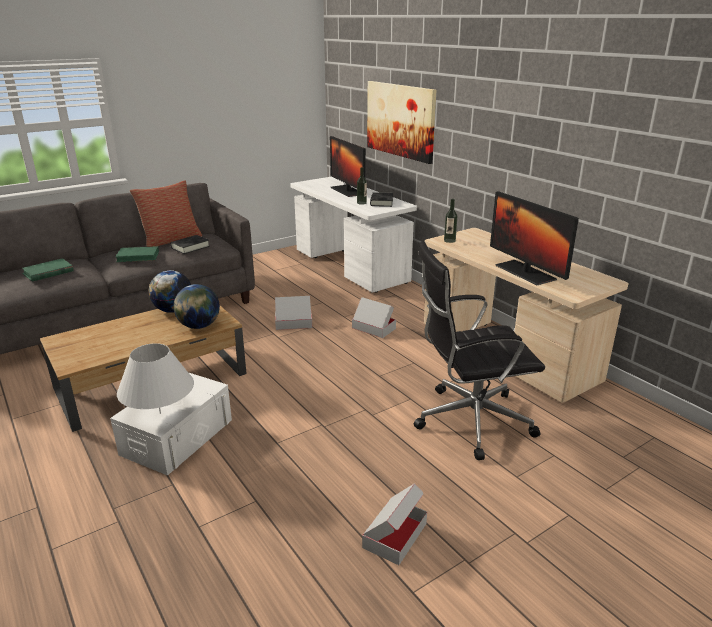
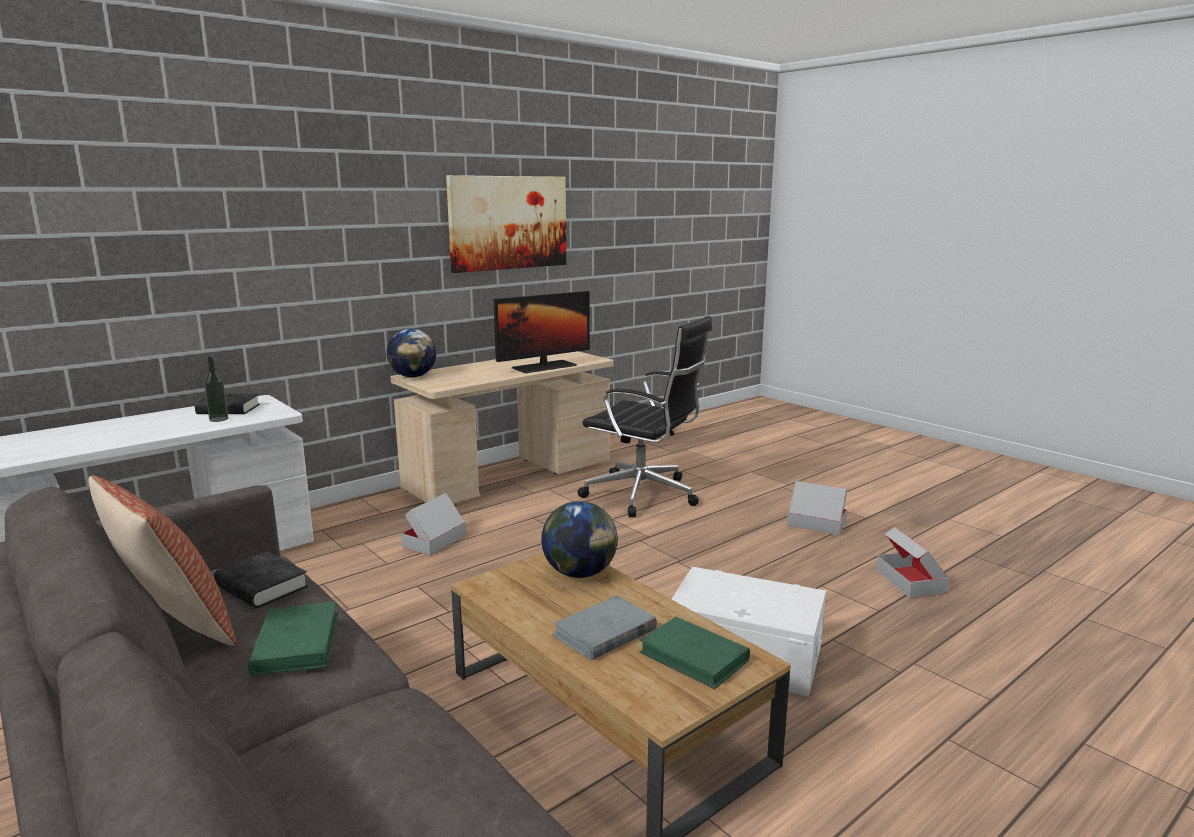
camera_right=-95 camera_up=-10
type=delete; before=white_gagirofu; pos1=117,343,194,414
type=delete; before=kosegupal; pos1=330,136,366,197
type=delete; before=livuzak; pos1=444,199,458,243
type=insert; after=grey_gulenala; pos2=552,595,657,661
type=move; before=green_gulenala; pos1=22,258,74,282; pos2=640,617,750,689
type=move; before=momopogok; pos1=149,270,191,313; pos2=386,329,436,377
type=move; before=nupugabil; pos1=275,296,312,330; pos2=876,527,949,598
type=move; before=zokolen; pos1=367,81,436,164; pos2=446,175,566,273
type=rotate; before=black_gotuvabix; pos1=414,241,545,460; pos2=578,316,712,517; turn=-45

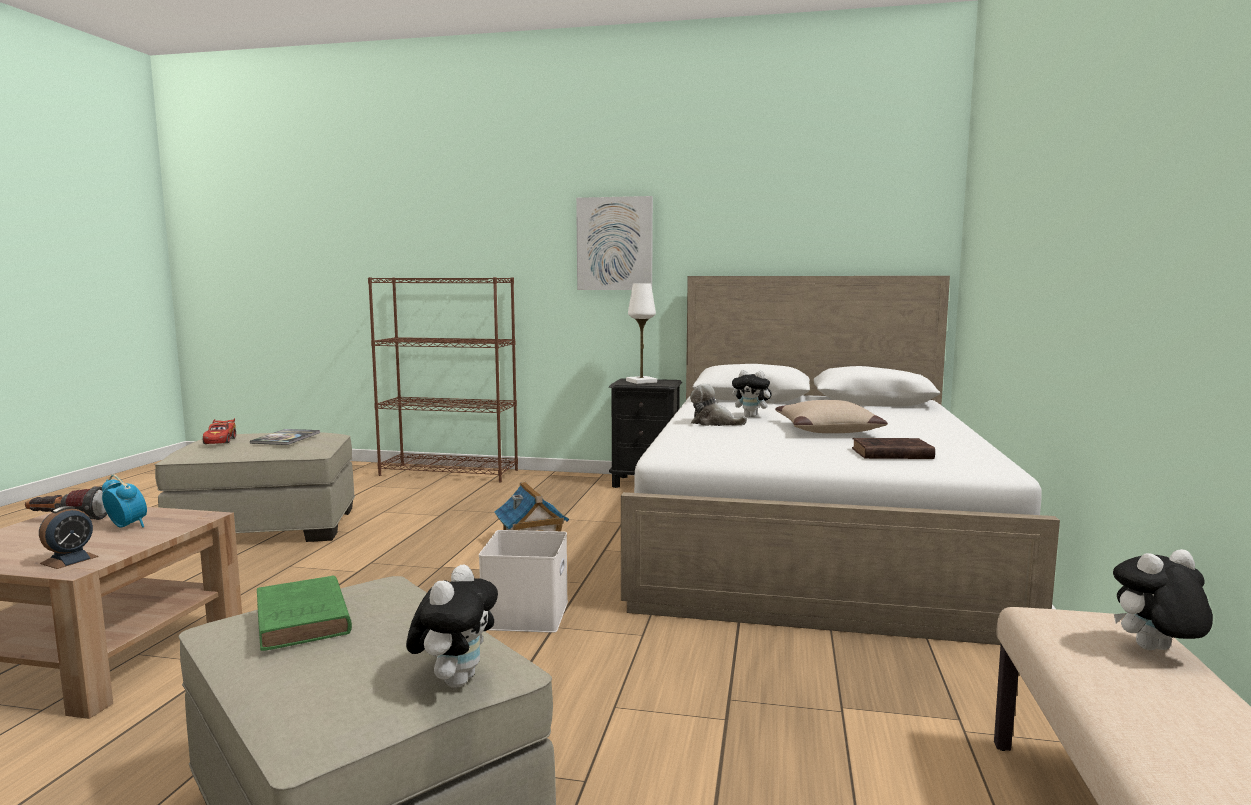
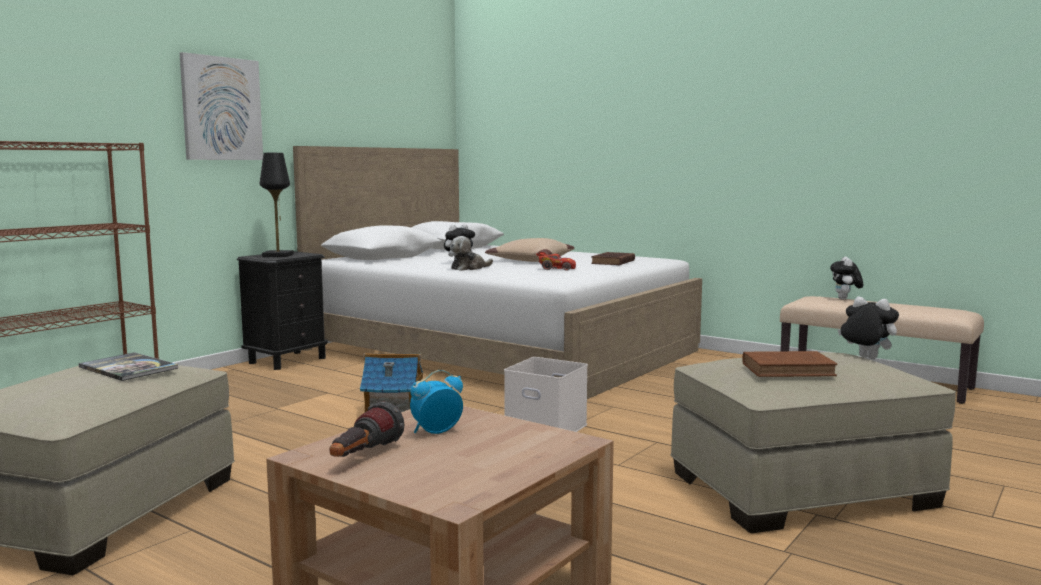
camera_right=-65 camera_up=0
type=delete; before=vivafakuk; pos1=39,506,99,569
type=move; before=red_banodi; pos1=203,418,236,444; pos2=536,252,576,271
type=recolor; before=green_gulenala; after=brown_gulenala; pos1=257,575,352,651; pos2=742,351,837,377
type=recolor; before=white_gagirofu; after=black_gagirofu; pos1=626,283,657,384; pos2=260,153,294,257

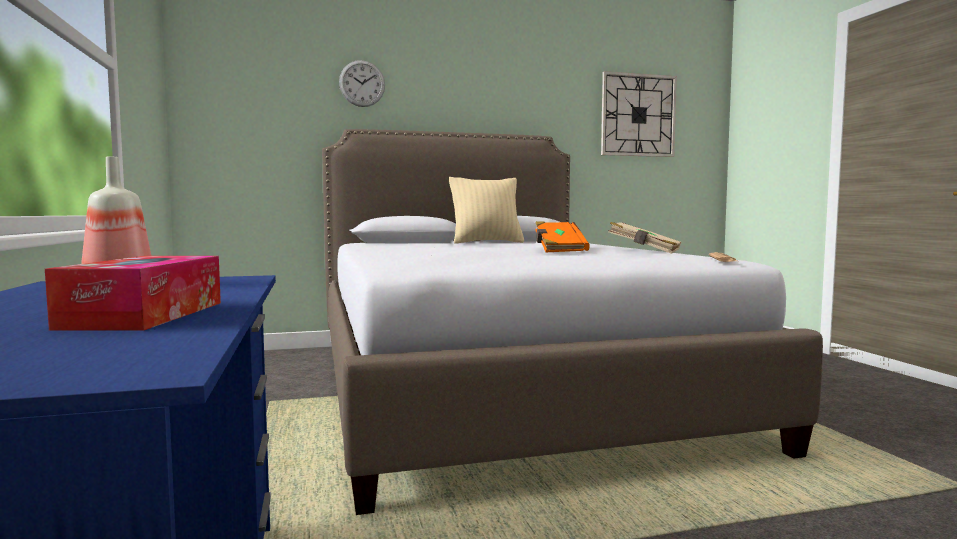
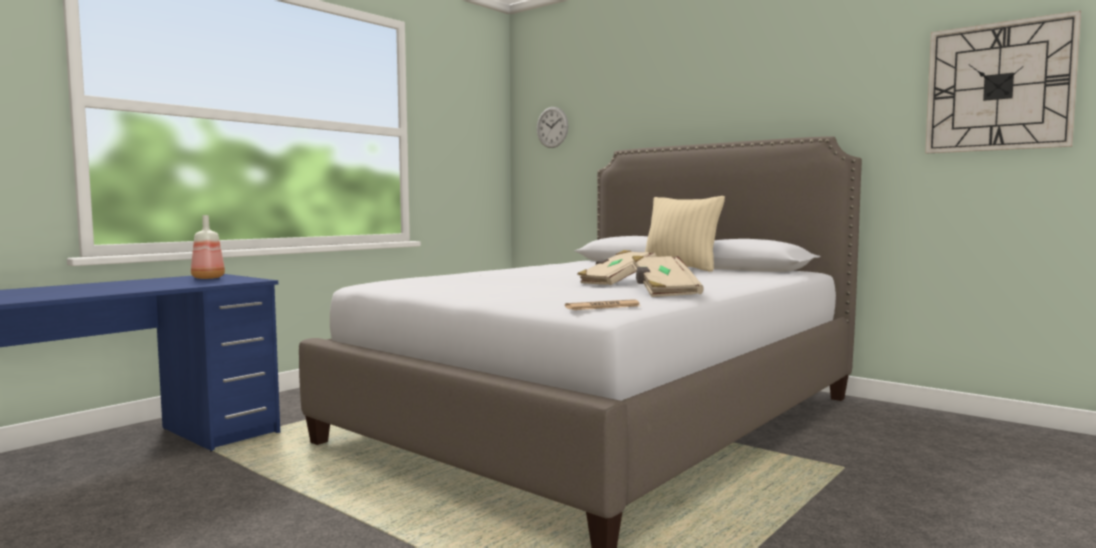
camera_right=55 camera_up=0
type=delete; before=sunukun; pos1=45,256,221,331
type=move; before=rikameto; pos1=339,60,385,107; pos2=537,107,568,148
type=recolor; before=orange_gulenala; after=beige_gulenala; pos1=535,221,590,252; pos2=578,250,657,285

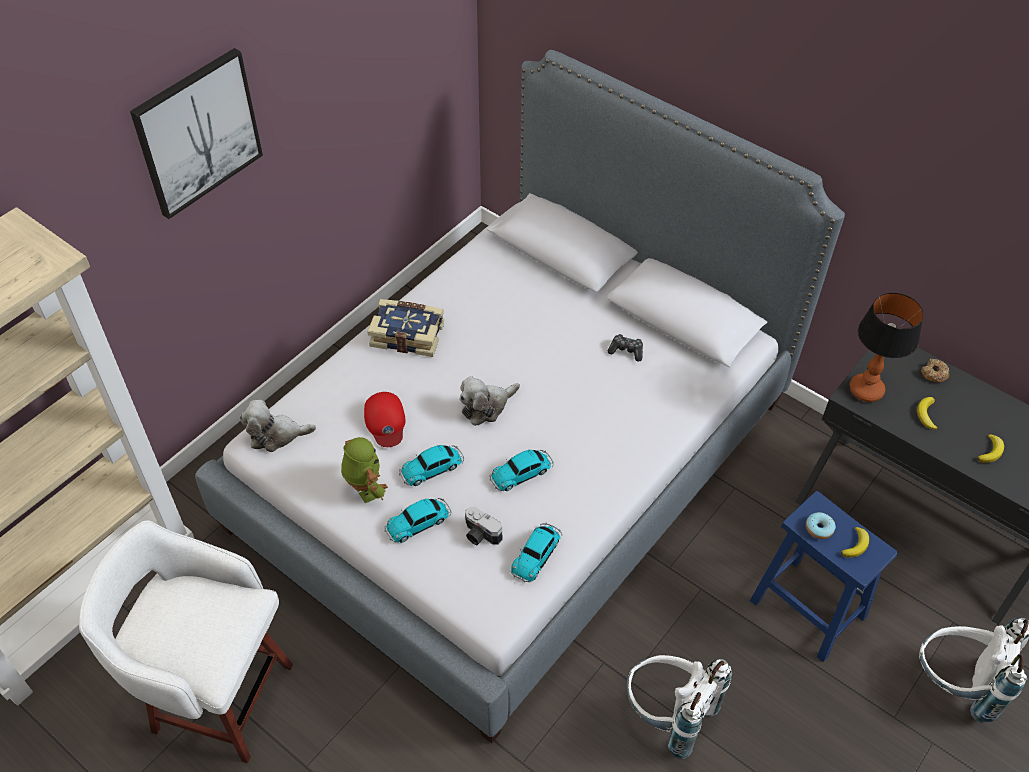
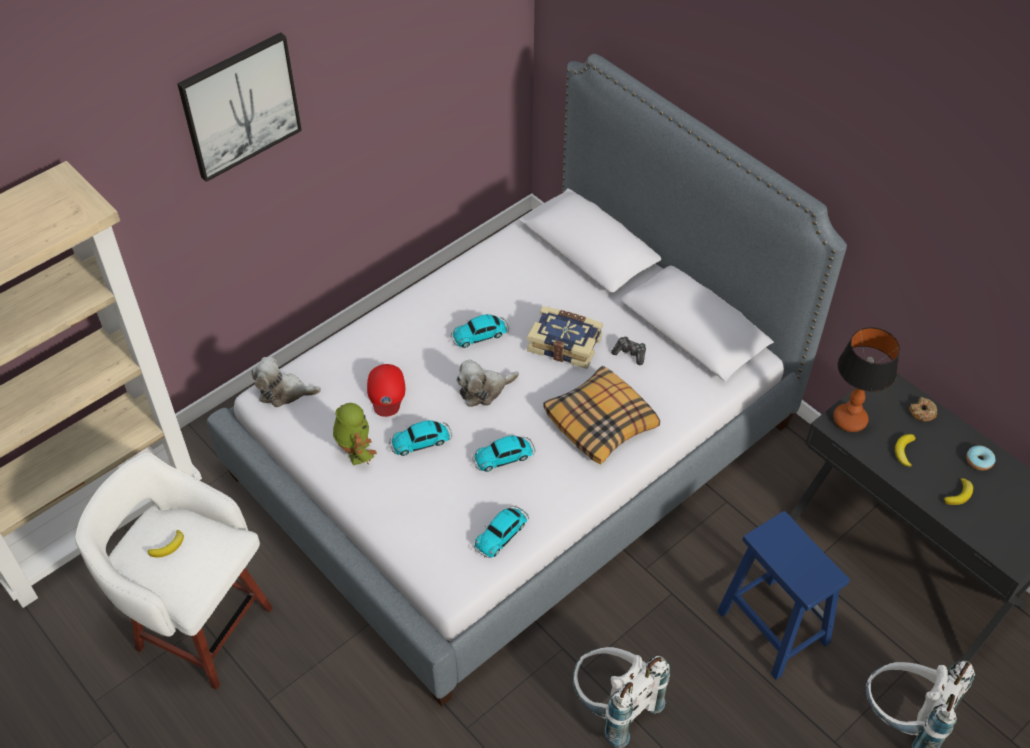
camera_right=10 camera_up=0
type=delete; before=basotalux; pos1=465,507,503,545
type=insert; after=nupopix; pos2=543,366,660,464
type=move; before=gulenala; pos1=368,299,444,357; pos2=527,306,603,369
type=move; before=banodi; pos1=385,498,451,543; pos2=451,314,509,348
type=move; before=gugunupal; pos1=806,512,836,539; pos2=966,445,995,471
type=move; before=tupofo; pos1=841,527,869,557; pos2=148,530,184,557

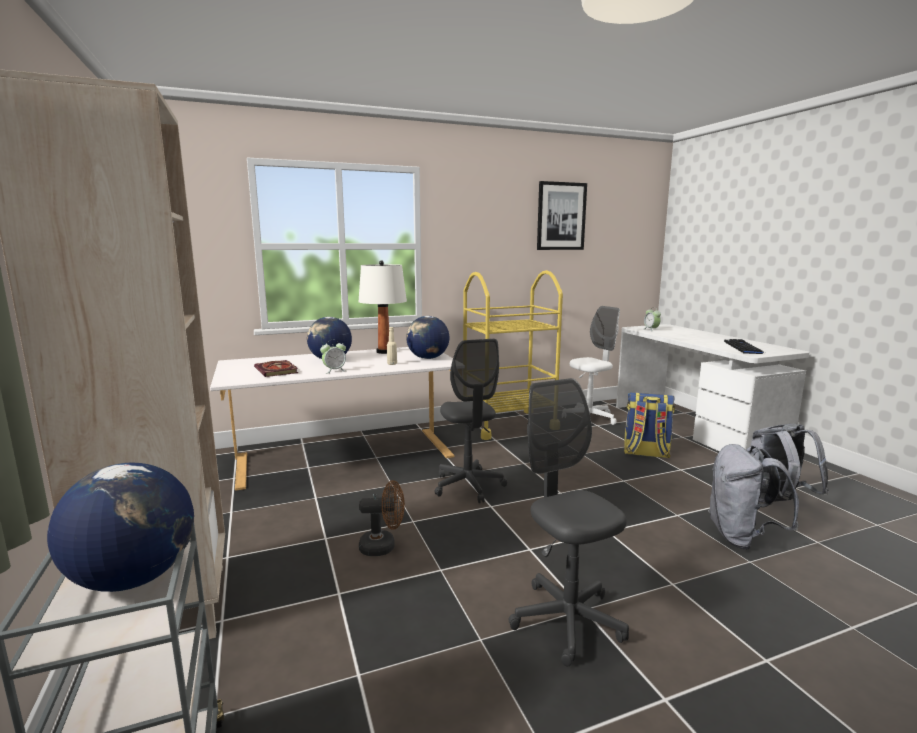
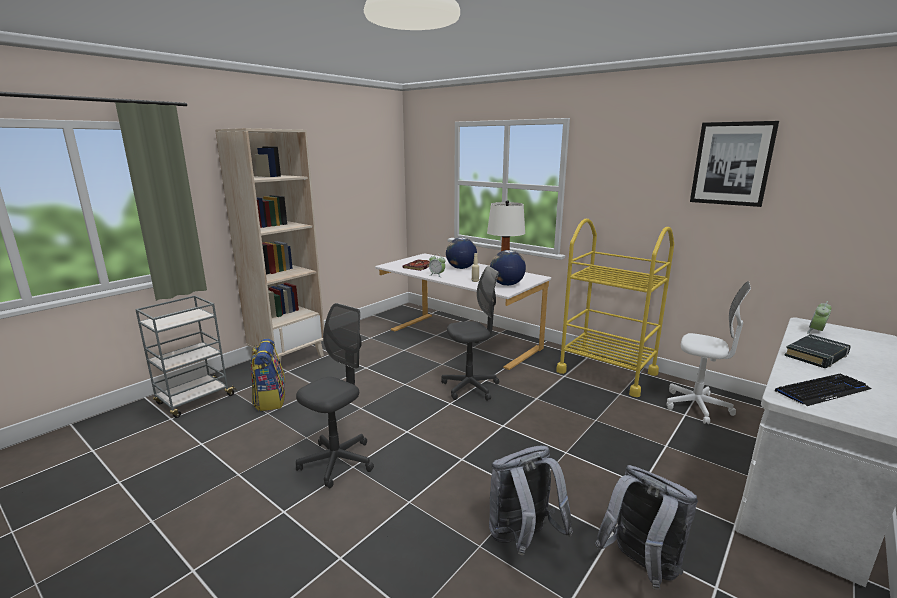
camera_right=60 camera_up=5
type=delete; before=momopogok; pos1=47,463,194,592
type=delete; before=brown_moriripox; pos1=359,480,405,556
type=insert; after=black_gulenala; pos2=784,334,851,368
type=move; before=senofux; pos1=624,393,675,458; pos2=250,339,285,411
type=rotate; before=grey_gotuvabix; pos1=435,339,507,503; pos2=441,266,499,401; turn=-150

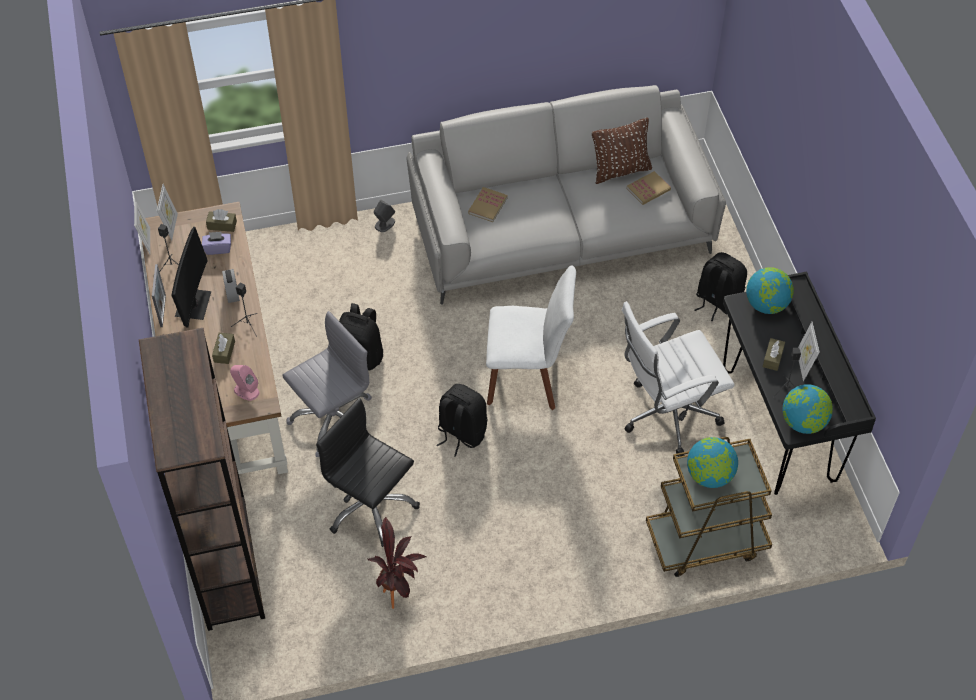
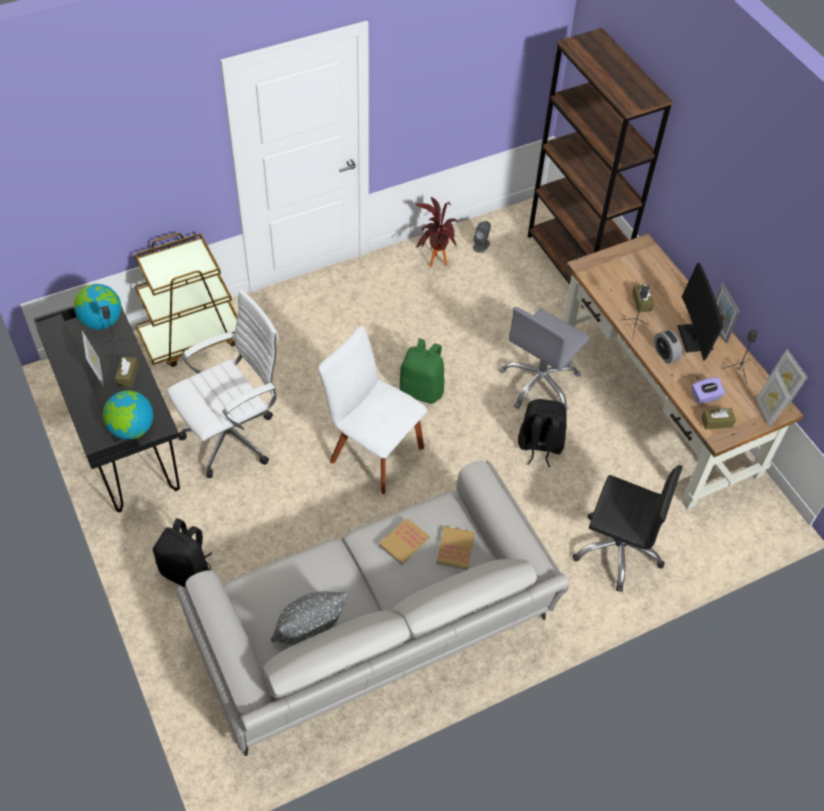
camera_right=165 camera_up=0
type=delete; before=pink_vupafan; pos1=230,365,260,401
type=delete; before=momopogok; pos1=687,437,738,488
type=move; before=black_gotuvabix; pos1=316,398,420,547; pos2=573,465,683,592
type=move; before=grey_vupafan; pos1=374,200,395,232; pos2=473,221,491,253
type=move; before=gulenala; pos1=626,171,671,205; pos2=379,518,430,565
type=recolor; before=black_senofux; after=green_senofux; pos1=436,384,487,457; pos2=399,338,444,404
type=recolor; before=brown_nupopix; after=grey_nupopix; pos1=592,117,652,184; pos2=271,591,348,645
type=rotate; before=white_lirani; pos1=486,266,576,410; pos2=318,326,427,494; turn=45

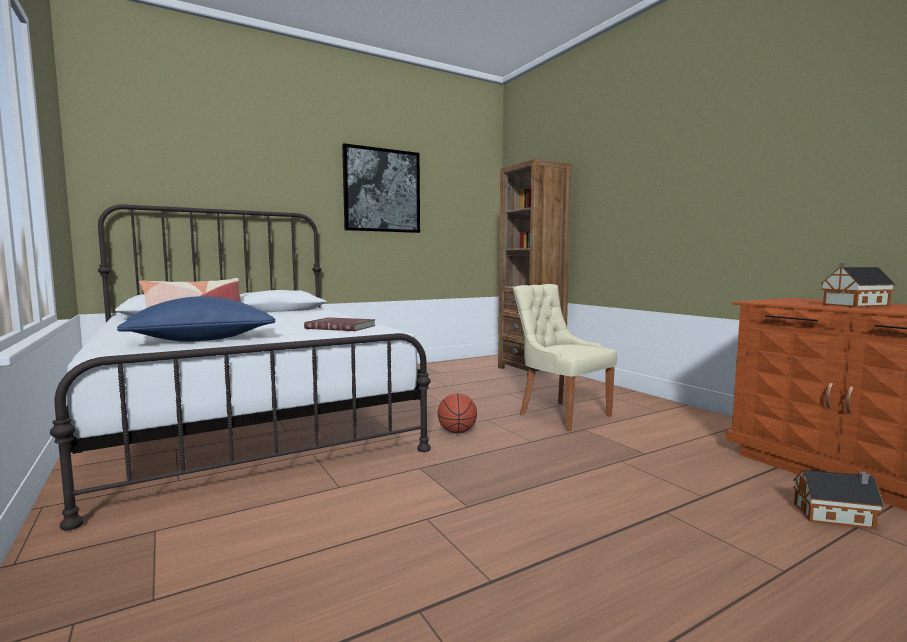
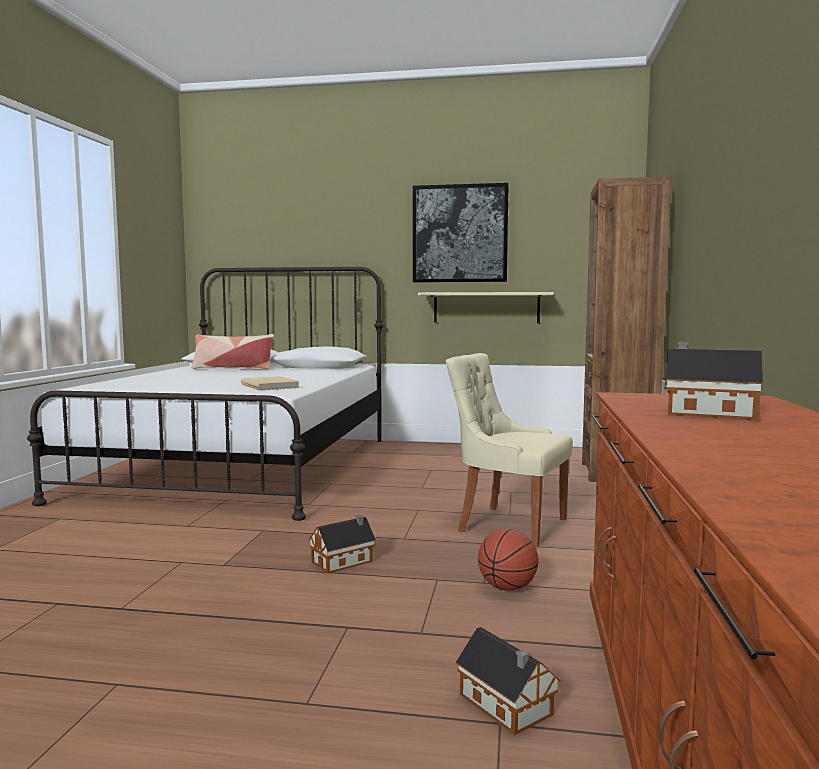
camera_right=40 camera_up=0
type=delete; before=blue_nupopix; pos1=117,296,275,342
type=insert; after=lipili; pos2=309,515,376,573
type=insert; after=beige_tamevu; pos2=418,292,554,323
type=move; before=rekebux; pos1=438,393,477,434; pos2=478,529,538,591
type=recolor; before=red_gulenala; after=beige_gulenala; pos1=304,317,375,331; pos2=241,376,299,391
type=rotate; before=beige_lirani; pos1=513,284,617,431; pos2=446,353,573,547; turn=-60

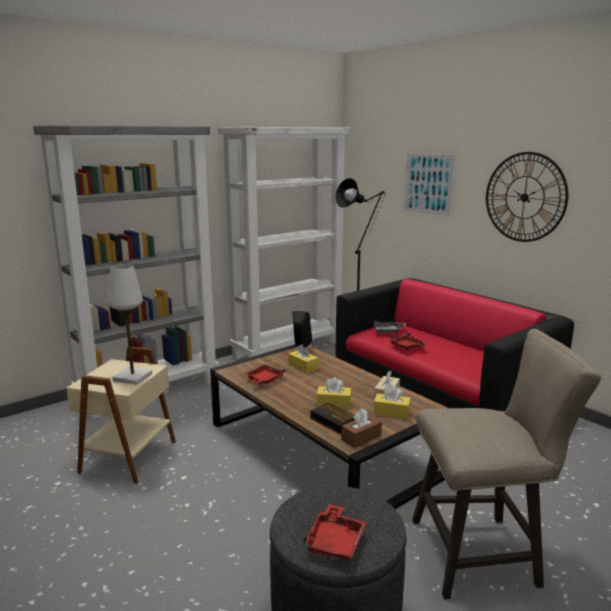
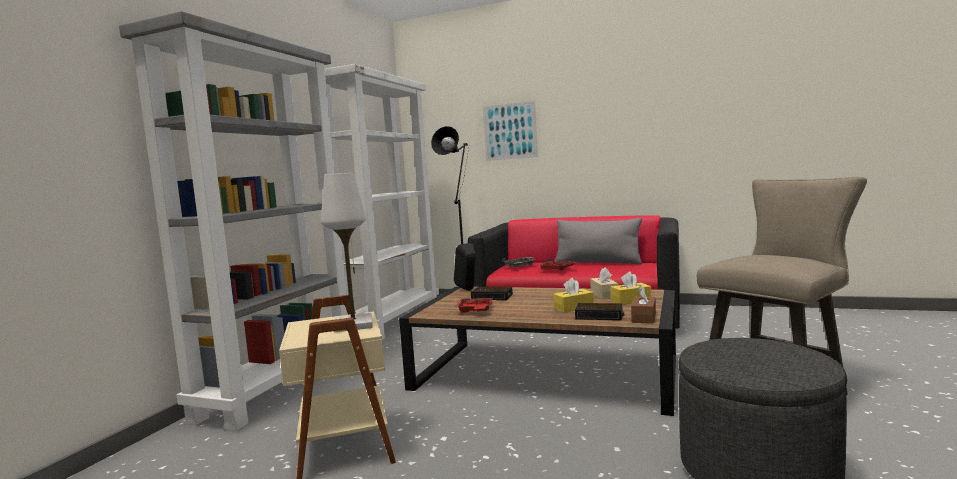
camera_right=-30 camera_up=-10
type=delete; before=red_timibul; pos1=303,504,367,560
type=delete; before=rikameto; pos1=486,152,568,242
type=insert; after=grey_nupopix; pos2=555,218,642,264
type=replace; before=yellow_sunukun; after=vivafakuk; pos1=288,344,318,373; pos2=471,287,513,300

